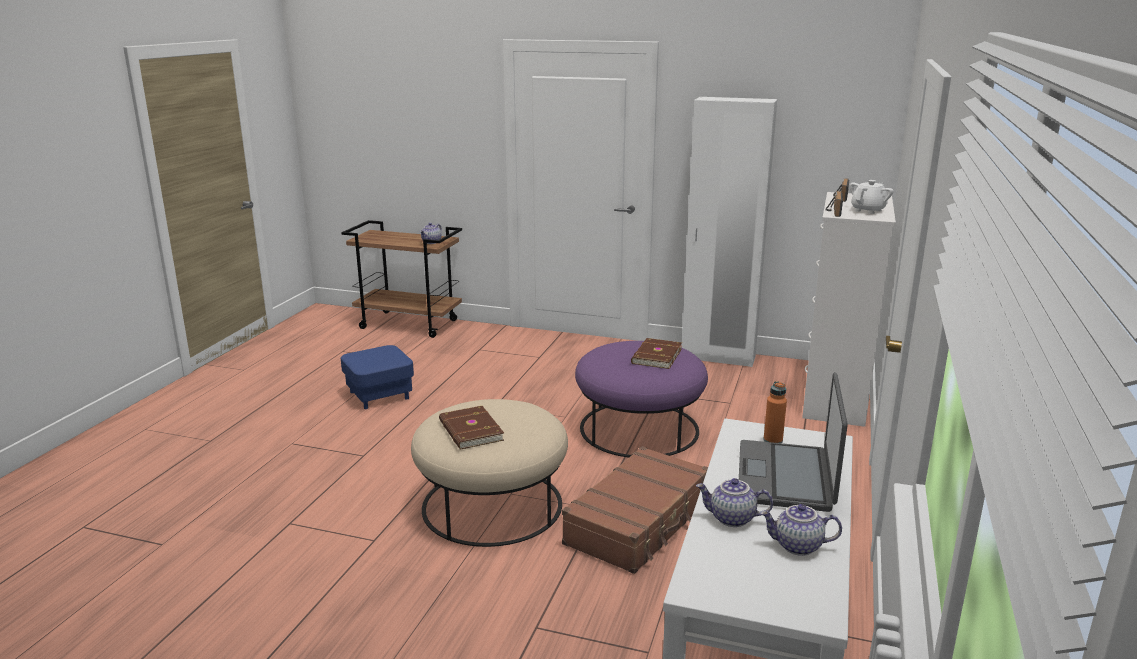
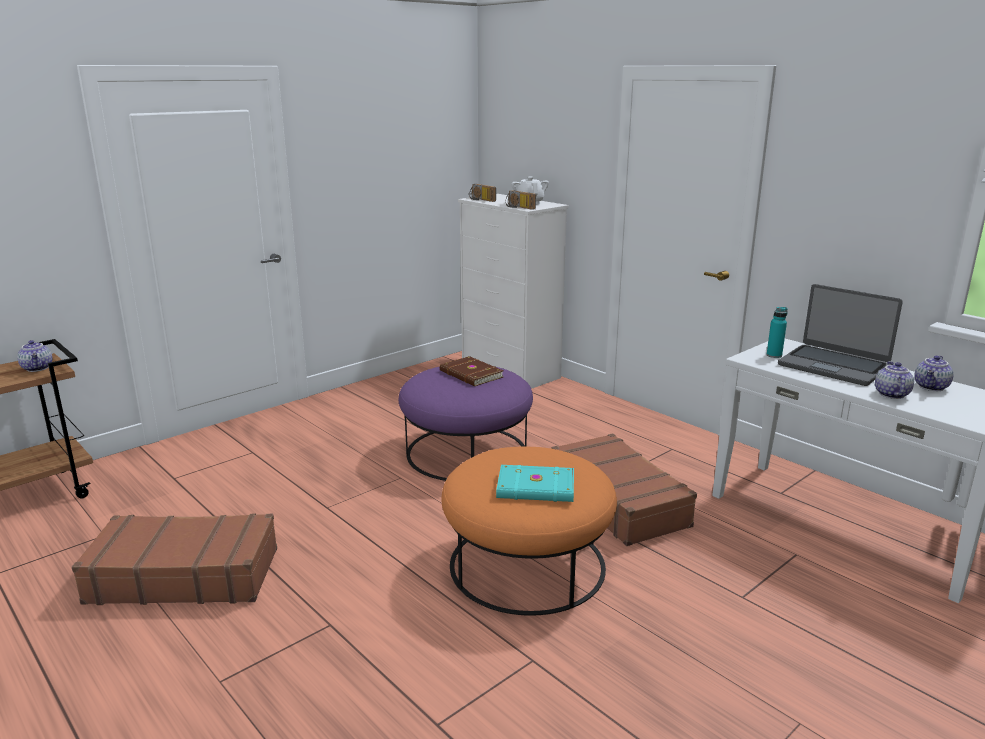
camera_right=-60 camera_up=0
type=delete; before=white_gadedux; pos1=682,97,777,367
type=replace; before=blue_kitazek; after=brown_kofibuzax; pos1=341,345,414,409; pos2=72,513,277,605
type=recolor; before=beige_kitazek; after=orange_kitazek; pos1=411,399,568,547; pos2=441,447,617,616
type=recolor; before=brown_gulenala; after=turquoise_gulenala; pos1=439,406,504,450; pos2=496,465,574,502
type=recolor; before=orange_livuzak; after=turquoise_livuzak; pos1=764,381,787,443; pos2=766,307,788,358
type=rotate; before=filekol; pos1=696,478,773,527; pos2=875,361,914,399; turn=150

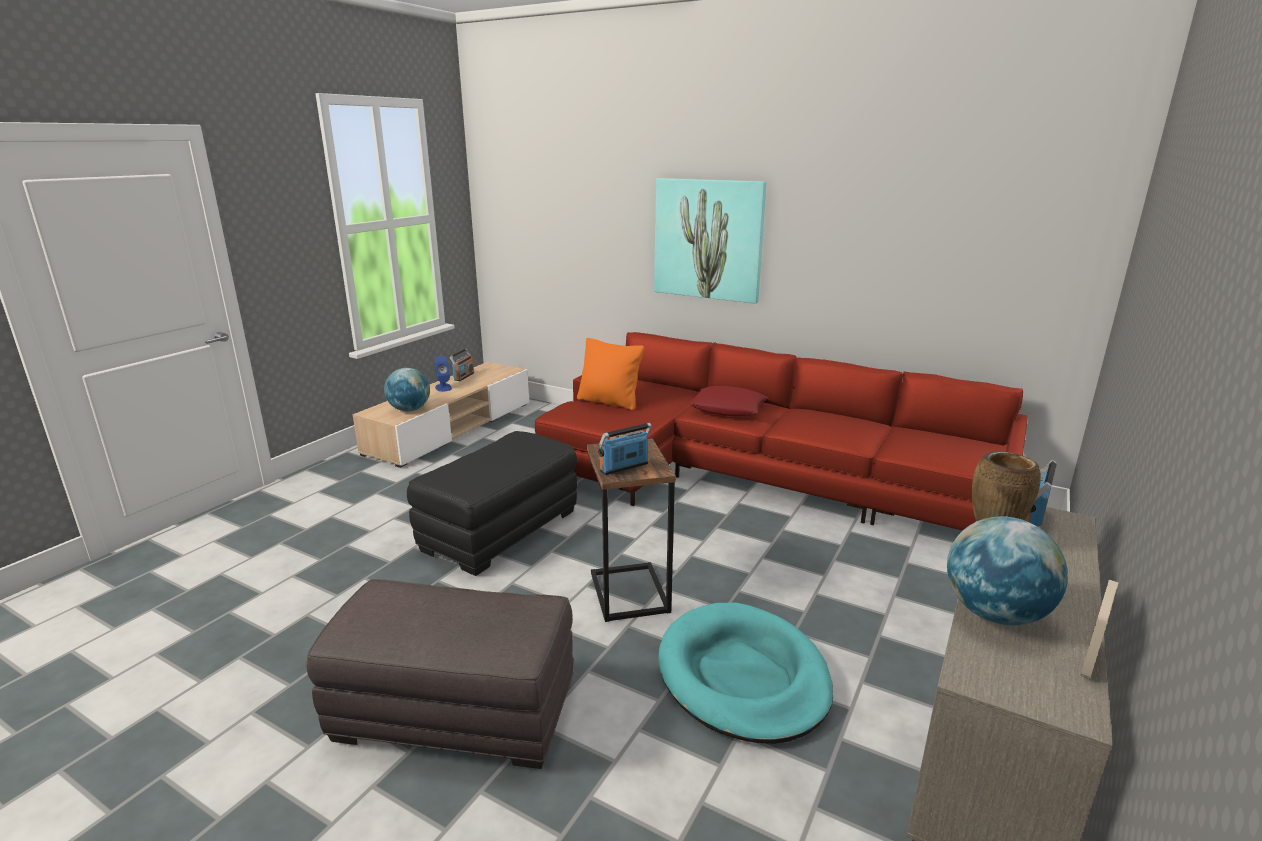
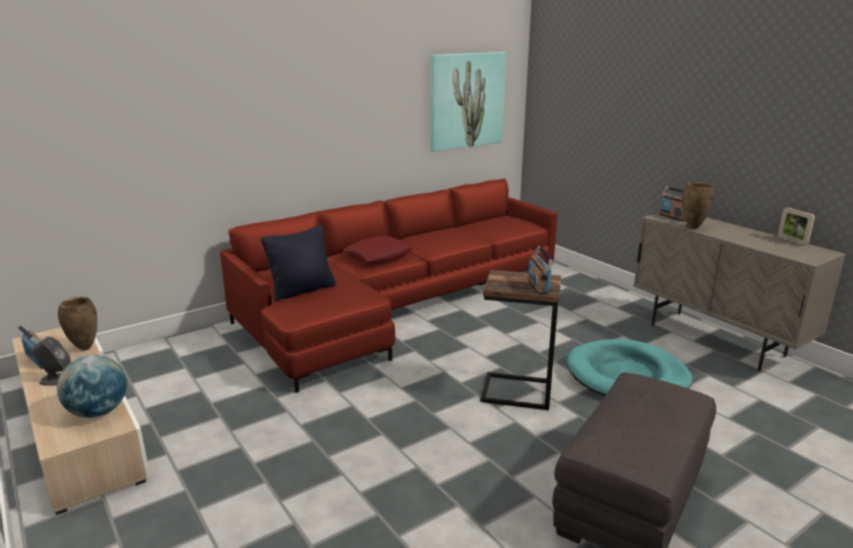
camera_right=-65 camera_up=0
type=delete; before=black_kitazek; pos1=407,431,577,576
type=delete; before=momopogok; pos1=947,516,1068,625
type=insert; after=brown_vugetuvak; pos2=58,297,97,351
type=move; before=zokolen; pos1=654,178,766,304; pos2=430,52,506,152
type=recolor; before=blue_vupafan; after=grey_vupafan; pos1=435,356,452,392; pos2=31,337,71,386
type=recolor; before=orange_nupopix; after=black_nupopix; pos1=577,338,644,410; pos2=261,225,336,301

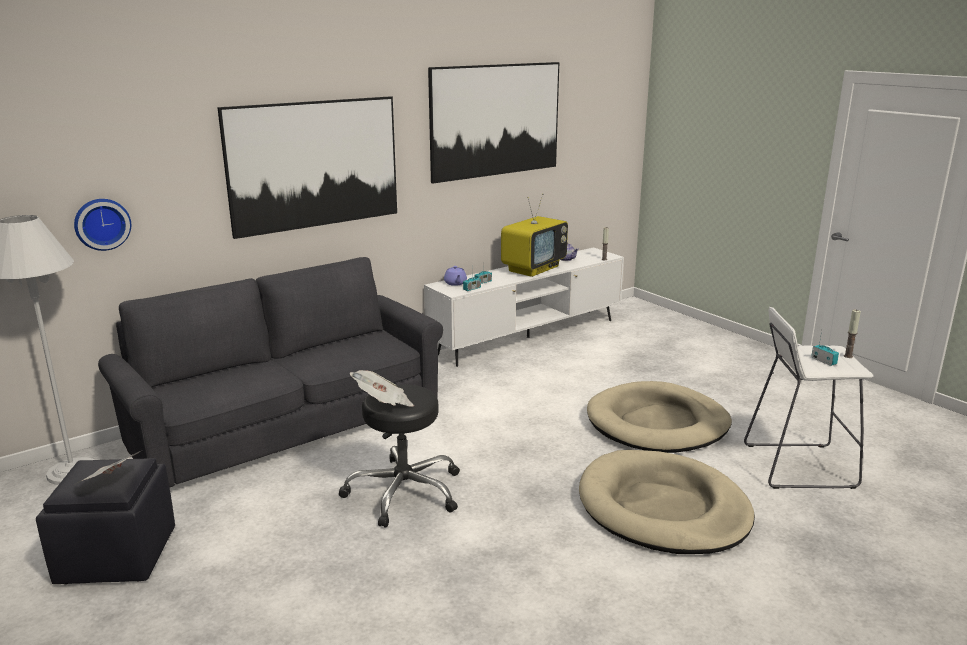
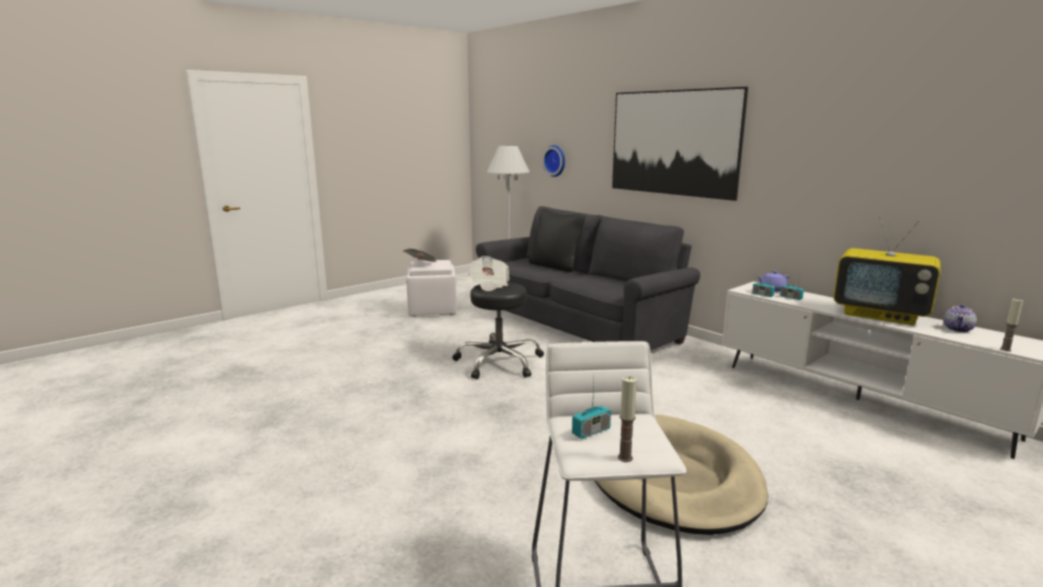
camera_right=85 camera_up=-5
type=delete; before=zokolen; pos1=428,62,559,183
type=delete; before=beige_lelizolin; pos1=579,450,755,554
type=insert; after=black_nupopix; pos2=529,209,586,272
type=recolor; before=black_kitazek; after=white_kitazek; pos1=36,458,175,584; pos2=407,260,457,317

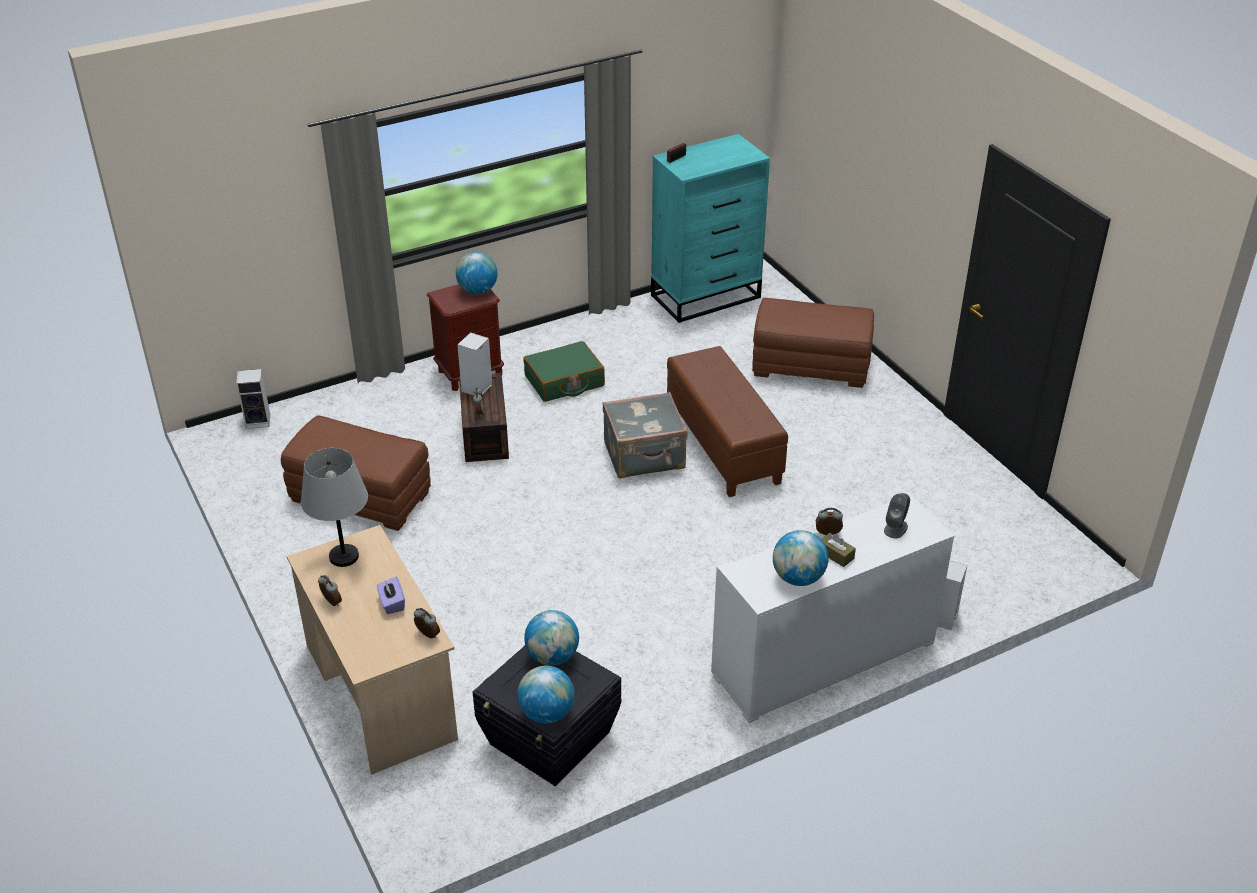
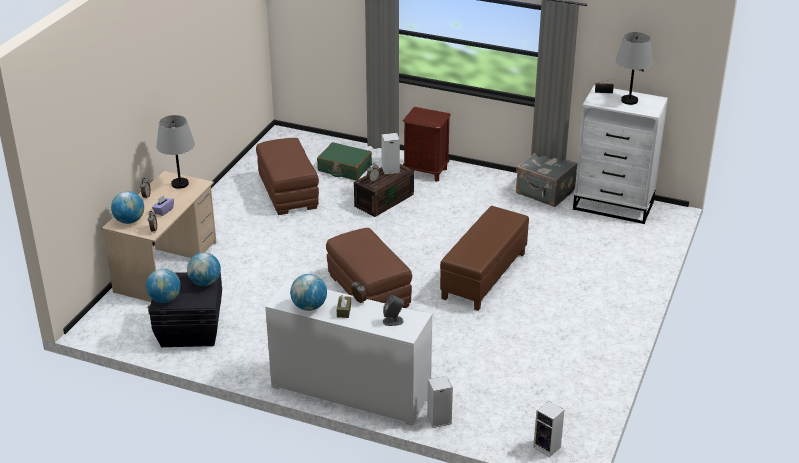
camera_right=50 camera_up=-5
type=insert; after=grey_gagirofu; pos2=615,32,653,105
type=move; before=vupafan; pos1=236,369,270,429; pos2=533,401,565,457
type=move; before=momopogok; pos1=456,252,498,294; pos2=111,191,144,224
type=move; before=green_kofibuzax; pos1=523,341,605,402; pos2=317,142,372,181
type=move; before=grey_kofibuzax; pos1=602,392,687,479; pos2=516,153,578,207
type=move; before=brown_kitazek; pos1=752,298,874,388; pos2=326,228,412,308
type=recolor; before=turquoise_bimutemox; after=white_bimutemox; pos1=651,134,770,323; pos2=573,85,668,224

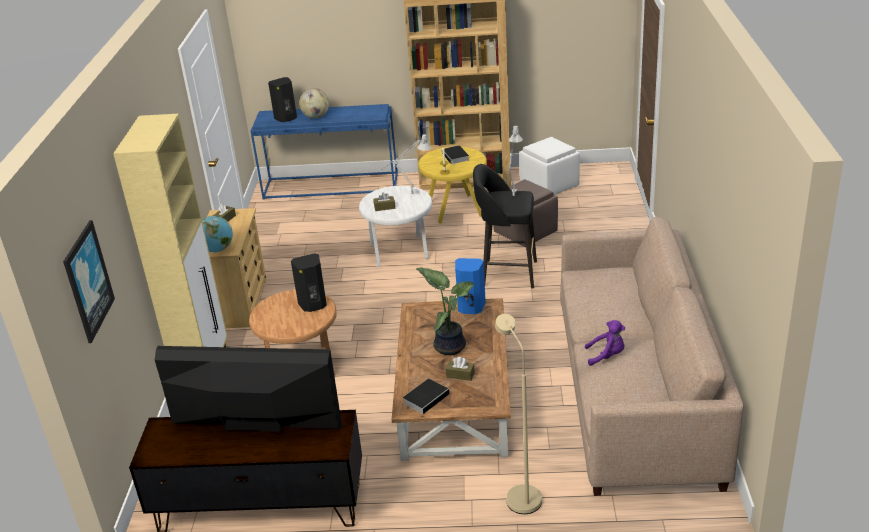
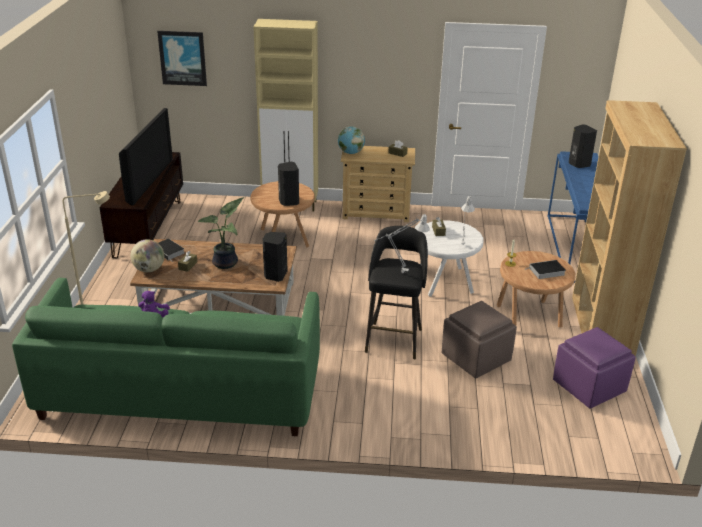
camera_right=90 camera_up=0
type=move; before=momopogok; pos1=299,88,329,118; pos2=130,239,164,272
type=recolor; before=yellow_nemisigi; after=brown_nemisigi; pos1=418,147,487,224; pos2=497,251,575,328
type=recolor; before=blue_vupafan; after=black_vupafan; pos1=455,258,486,314; pos2=263,232,287,282
type=recolor; before=white_kitazek; after=purple_kitazek; pos1=519,137,580,195; pos2=553,327,636,409
type=recolor; before=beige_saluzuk; after=green_saluzuk; pos1=560,217,744,496; pos2=12,278,320,436

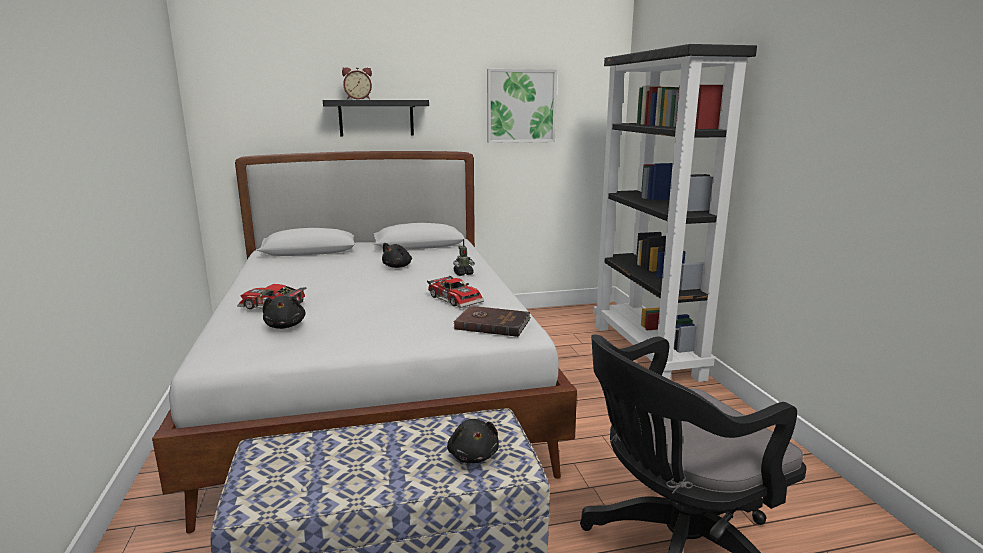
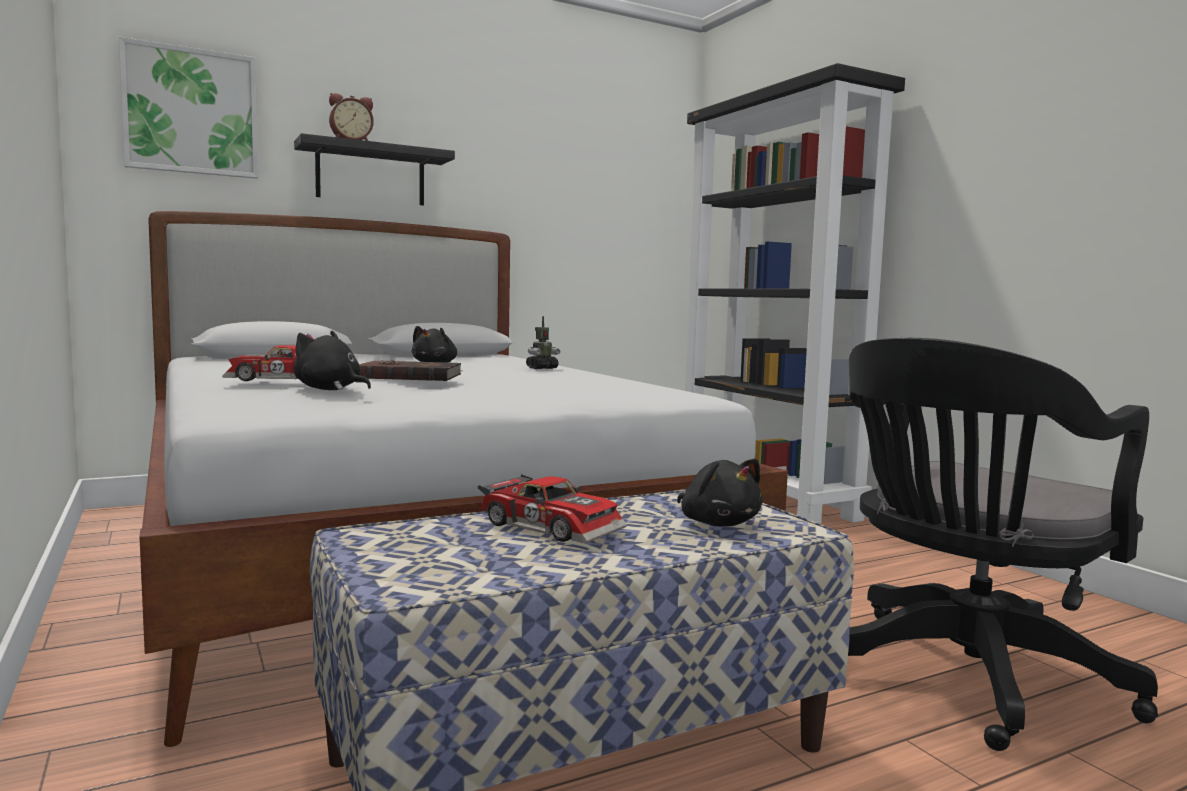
camera_right=-15 camera_up=-10
type=move; before=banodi; pos1=427,275,484,308; pos2=478,474,627,543
type=move; before=brown_gulenala; pos1=454,306,531,337; pos2=359,360,461,381
type=move; before=zokolen; pos1=487,69,557,143; pos2=119,37,258,179
type=rotate; before=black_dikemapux; pos1=263,296,306,329; pos2=293,331,371,390; turn=150

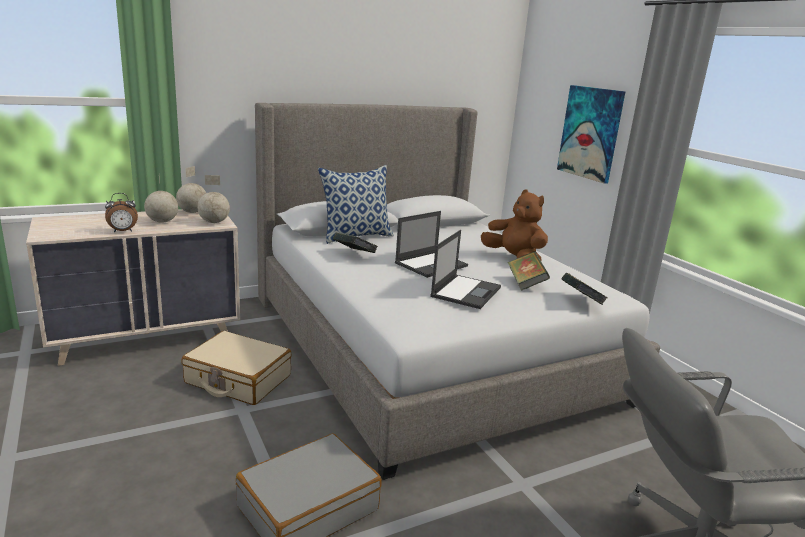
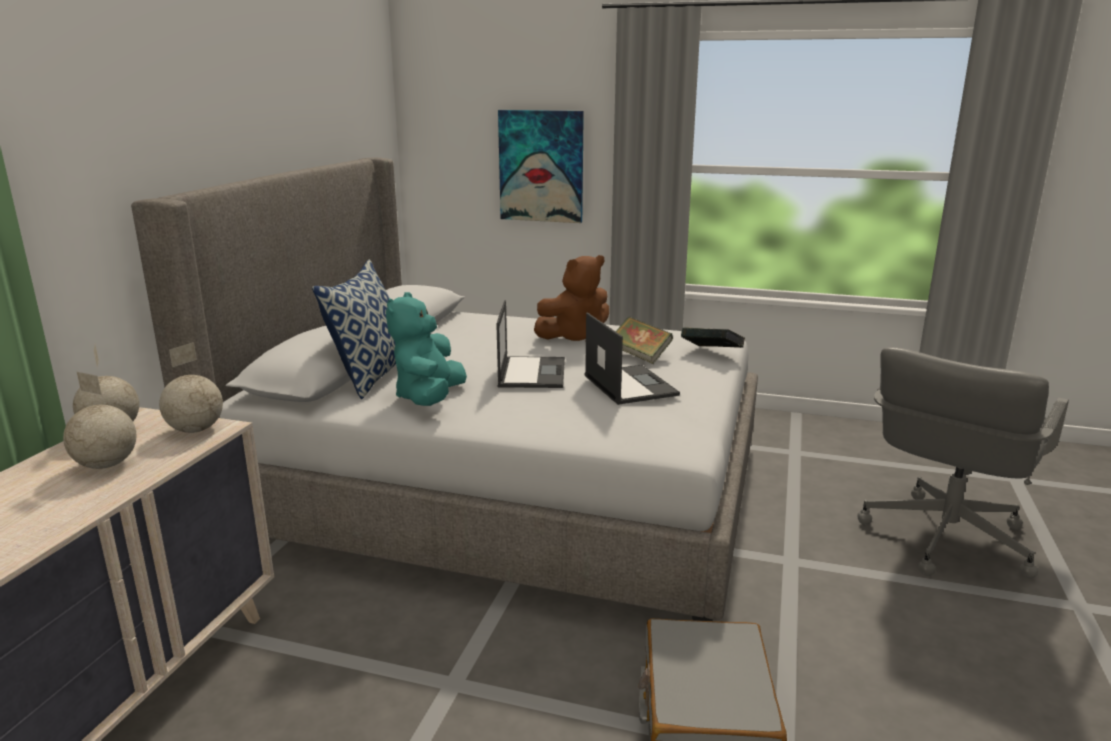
camera_right=-45 camera_up=0
type=delete; before=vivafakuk; pos1=105,193,138,233
type=delete; before=beige_kofibuzax; pos1=181,331,291,405
type=replace; before=gulenala; after=turquoise_dikemapux; pos1=333,233,378,253; pos2=386,292,467,406
type=rotate; before=brown_dikemapux; pos1=481,190,548,260; pos2=534,255,609,341; turn=150

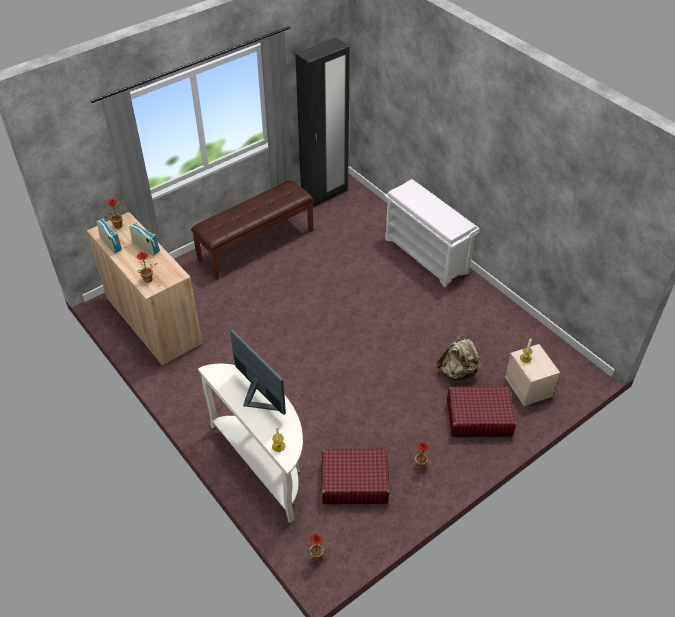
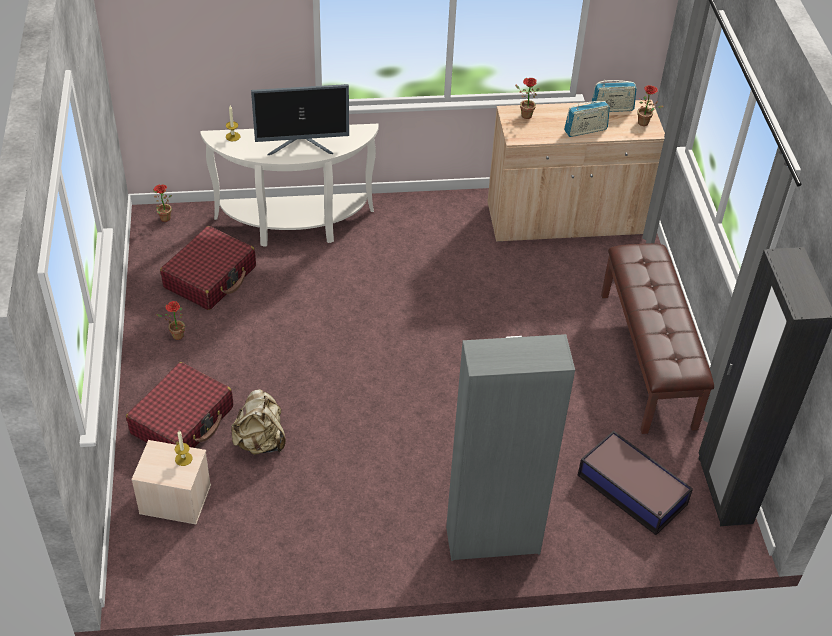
camera_right=120 camera_up=0
type=insert; after=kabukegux; pos2=578,431,693,535
type=replace; before=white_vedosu; after=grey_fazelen; pos1=385,179,480,287; pos2=446,334,575,561

